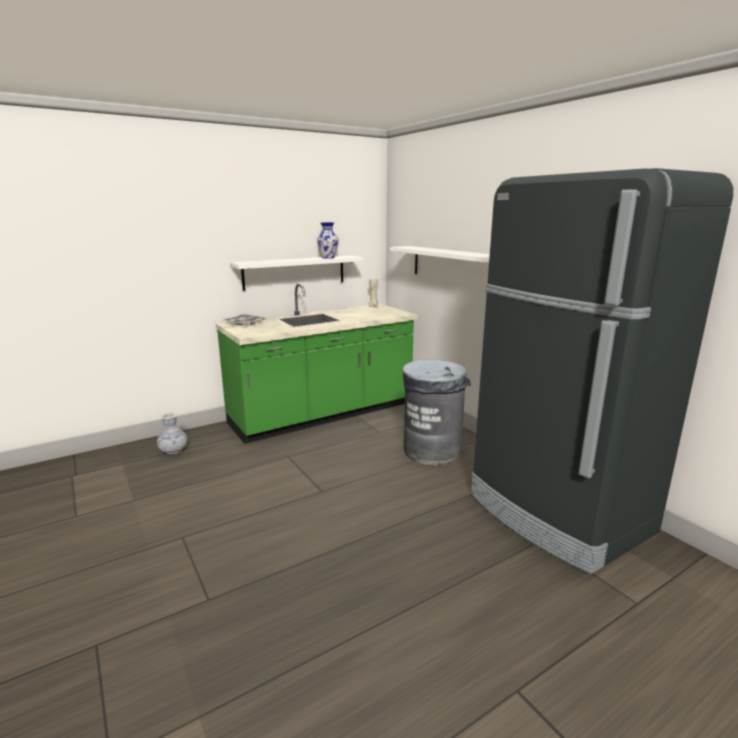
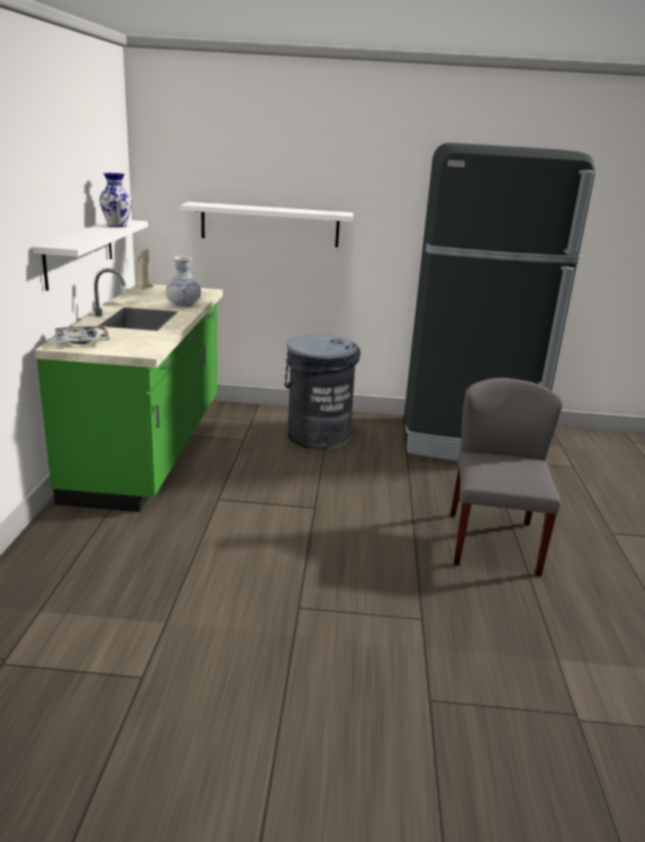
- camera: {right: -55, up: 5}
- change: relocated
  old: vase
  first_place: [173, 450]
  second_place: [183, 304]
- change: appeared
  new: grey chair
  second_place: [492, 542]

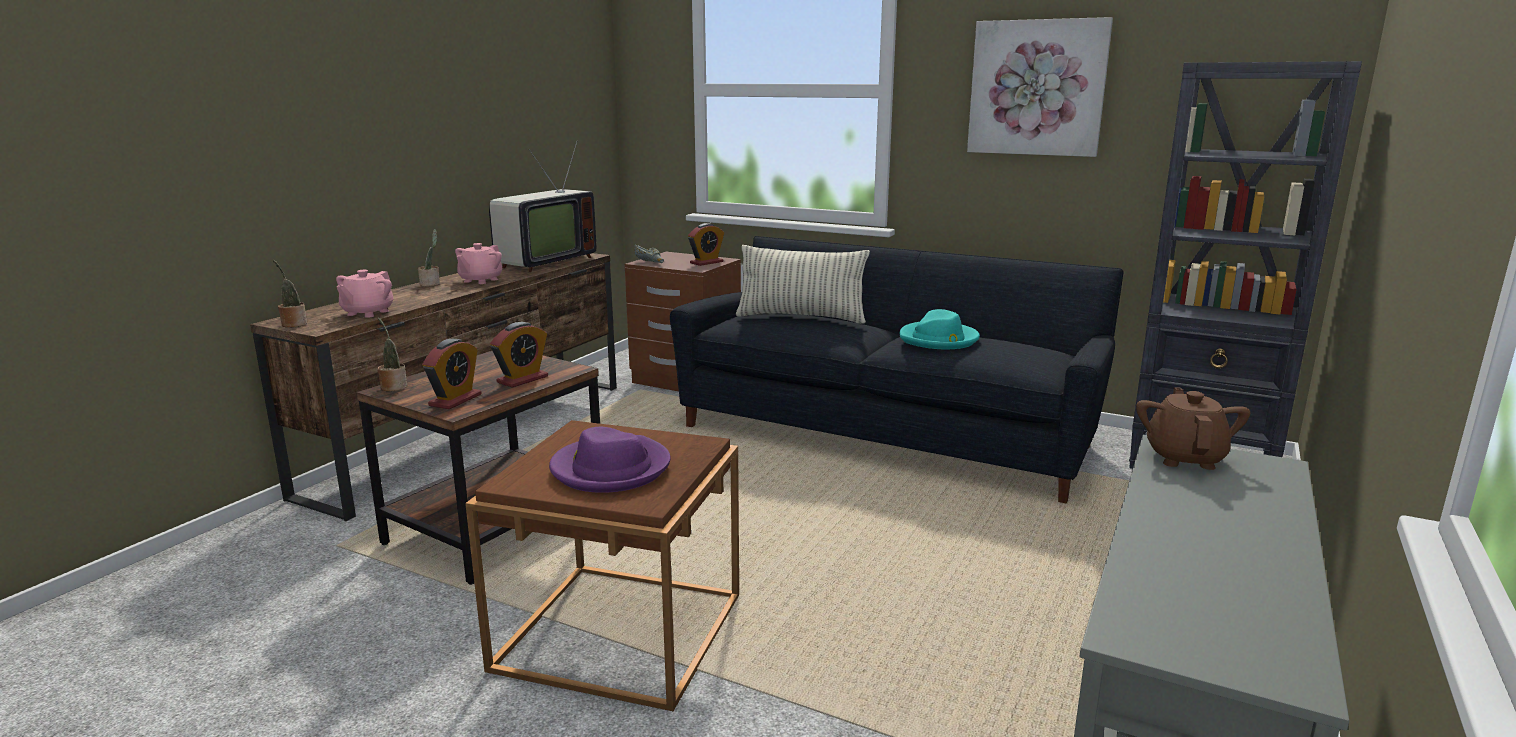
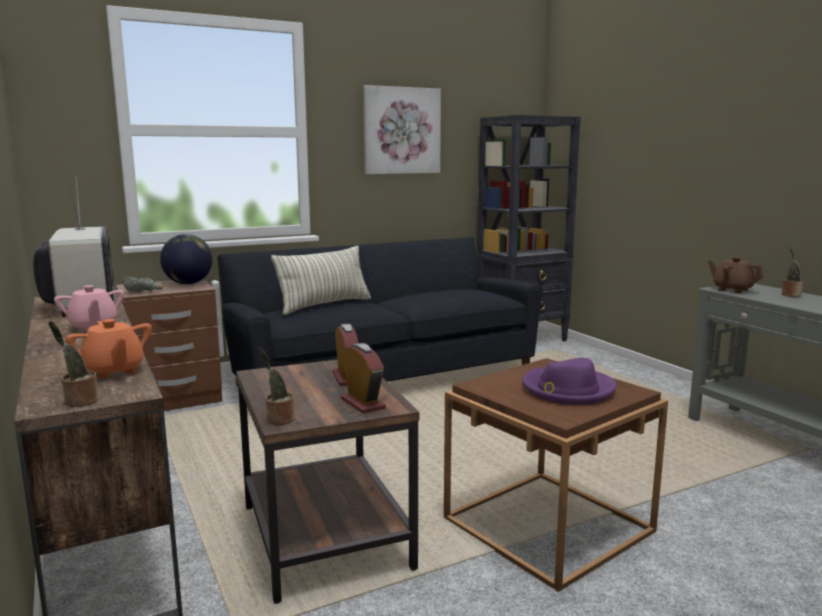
- camera: {right: -55, up: -5}
- change: exchanged
  old: alarm clock
  new: globe
  first_place: [706, 262]
  second_place: [188, 283]
- change: relocated
  old: potted plant
  first_place: [431, 284]
  second_place: [790, 294]
- change: colour
  old: pink teapot
  new: orange teapot
  first_place: [367, 313]
  second_place: [114, 371]
- change: missing
  old: turquoise hat
  first_place: [938, 339]

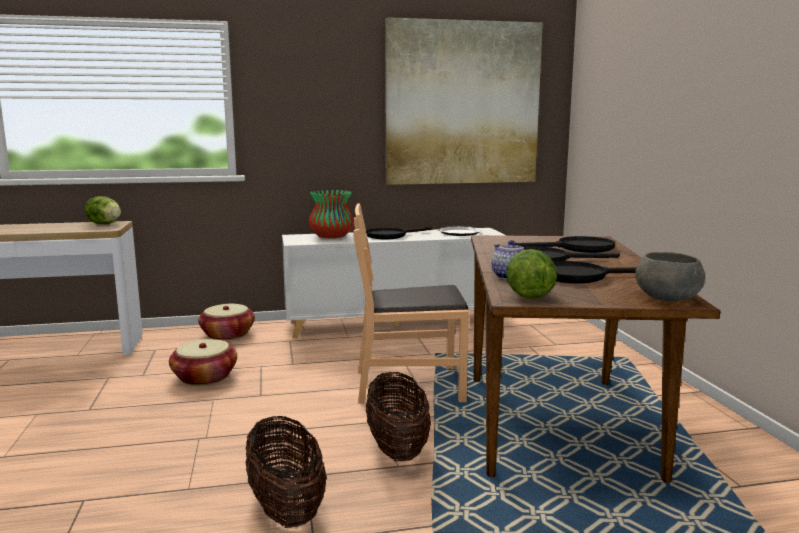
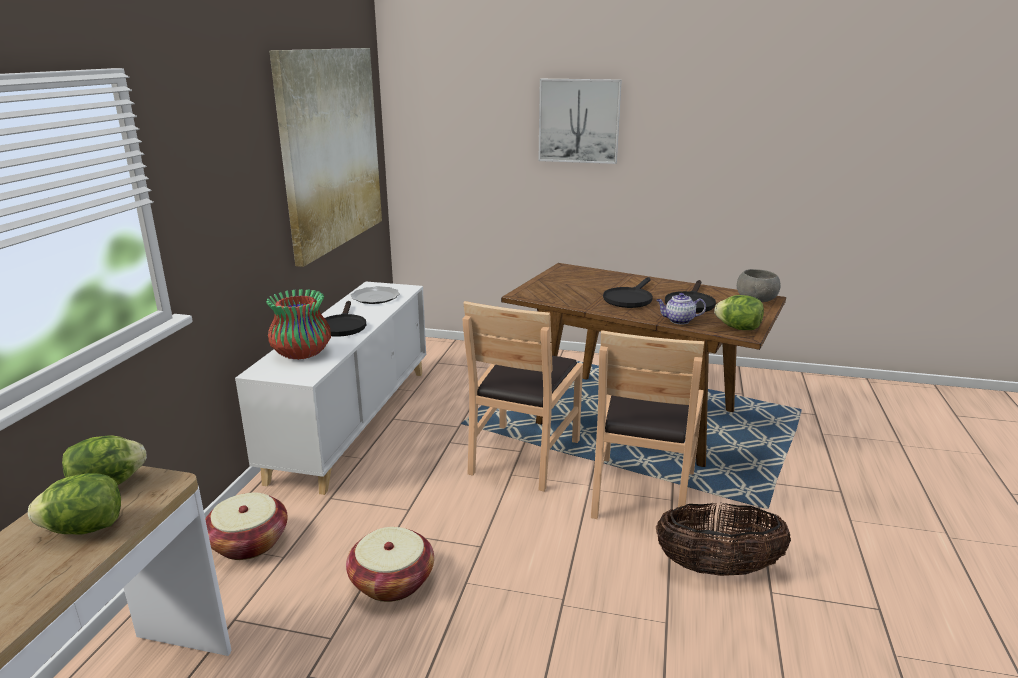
- camera: {right: -65, up: 10}
- change: missing
  old: black frying pan
  first_place: [578, 248]
- change: exchanged
  old: basket
  new: brown chair
  first_place: [397, 448]
  second_place: [642, 492]
- change: appeared
  new: picture
  second_place: [579, 121]
- change: appeared
  new: lettuce
  second_place: [85, 529]

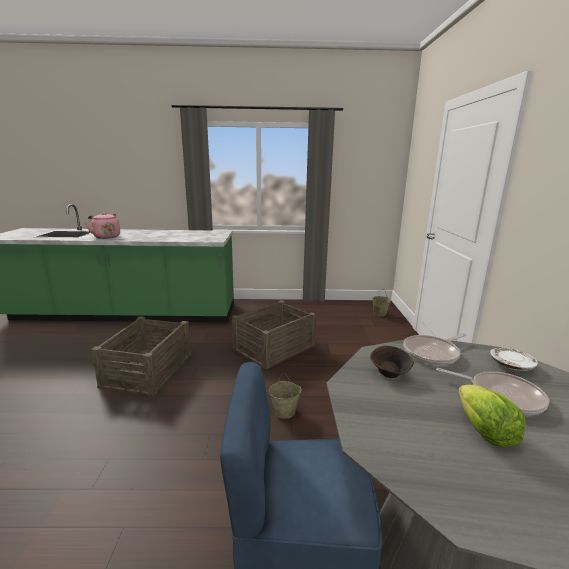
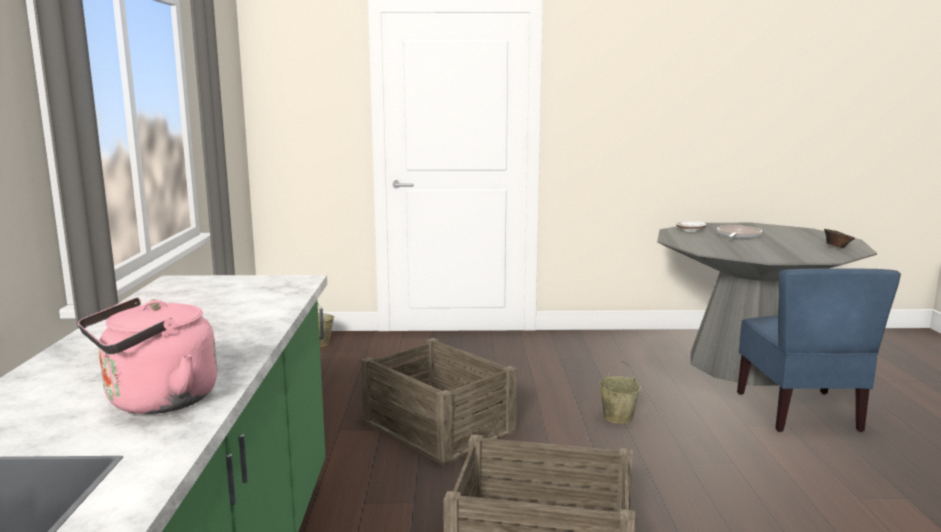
- camera: {right: -90, up: -5}
- change: missing
  old: frying pan
  first_place: [433, 353]
- change: relocated
  old: brown bowl
  first_place: [390, 374]
  second_place: [837, 247]
- change: missing
  old: lettuce
  first_place: [483, 431]

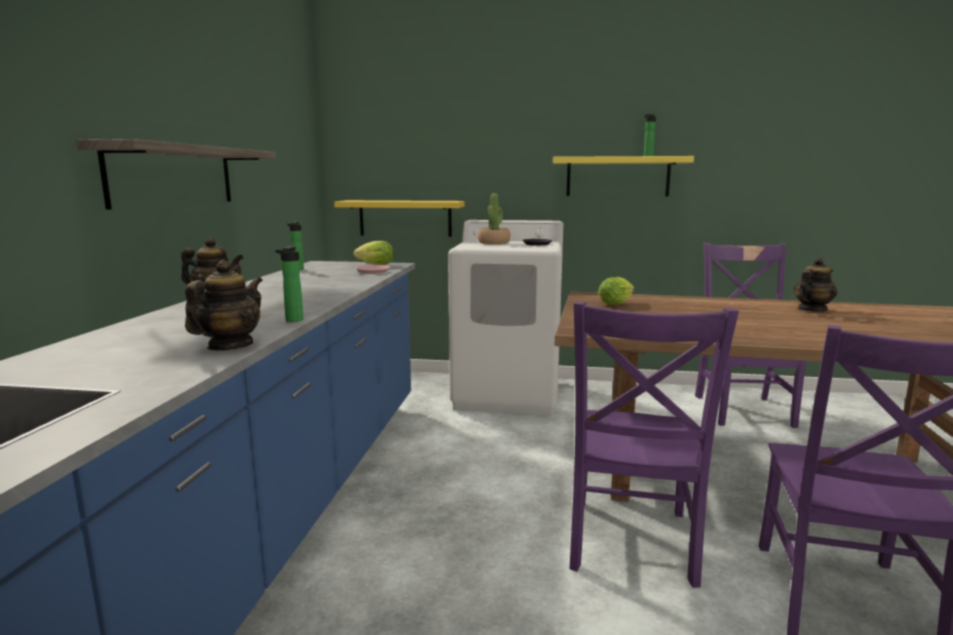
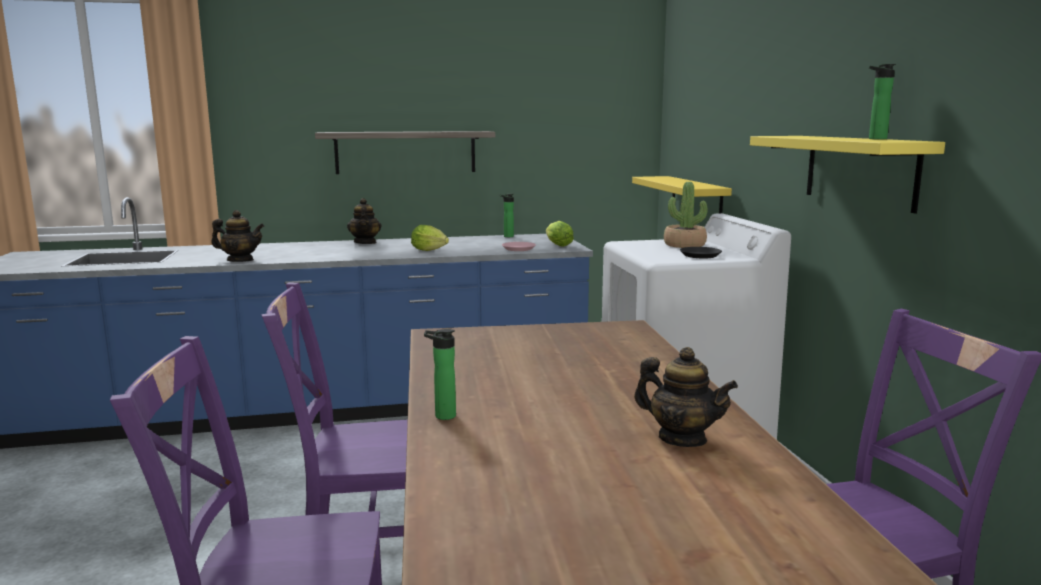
- camera: {right: 70, up: 0}
- change: relocated
  old: bottle
  first_place: [292, 320]
  second_place: [442, 416]
- change: relocated
  old: lettuce
  first_place: [617, 303]
  second_place: [431, 251]

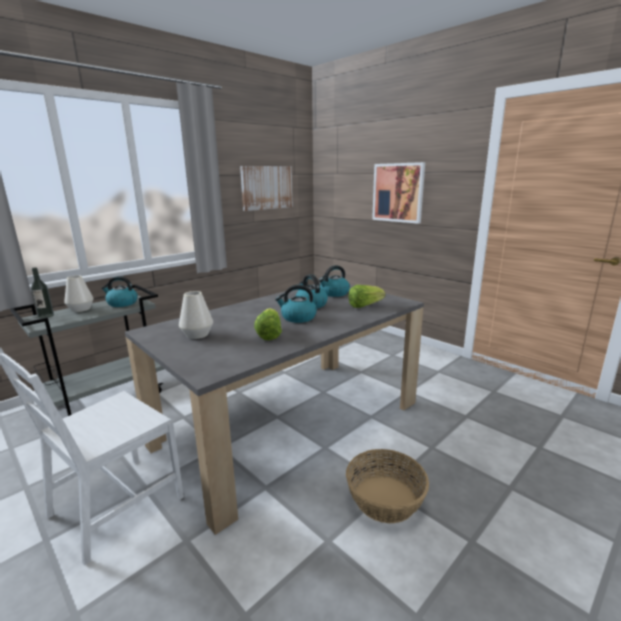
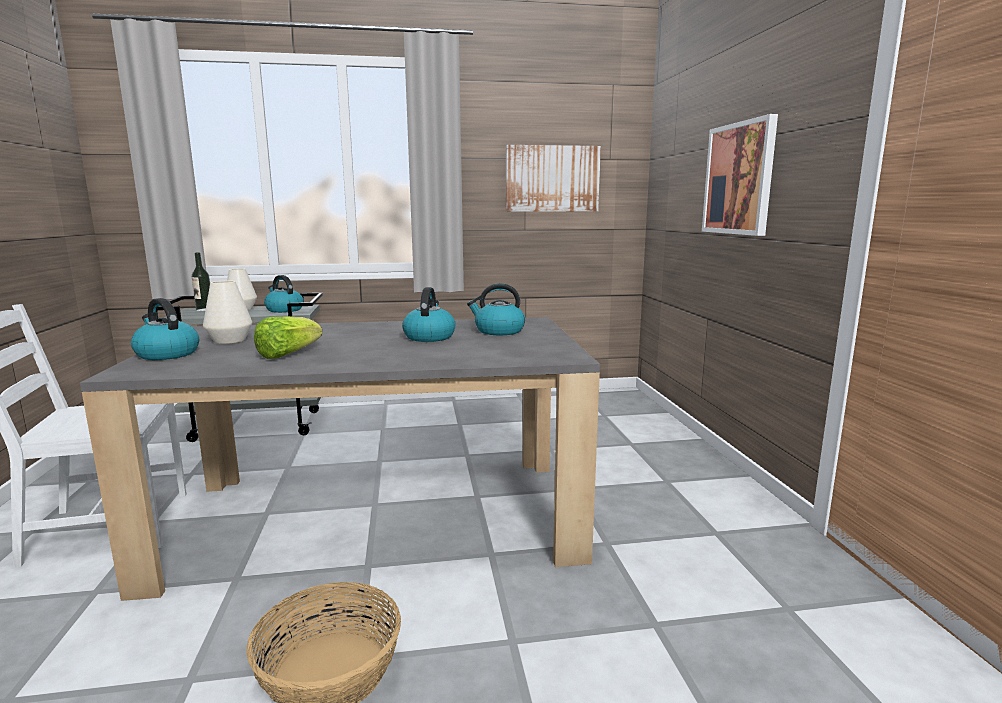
- camera: {right: 35, up: -5}
- change: relocated
  old: kettle
  first_place: [298, 318]
  second_place: [166, 354]
- change: missing
  old: lettuce
  first_place: [364, 306]

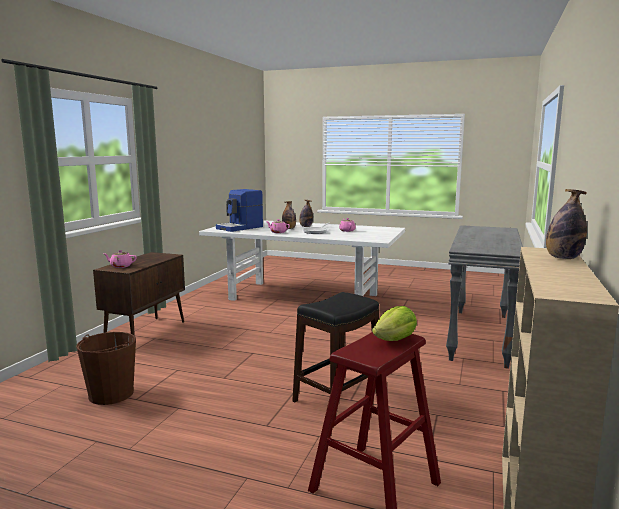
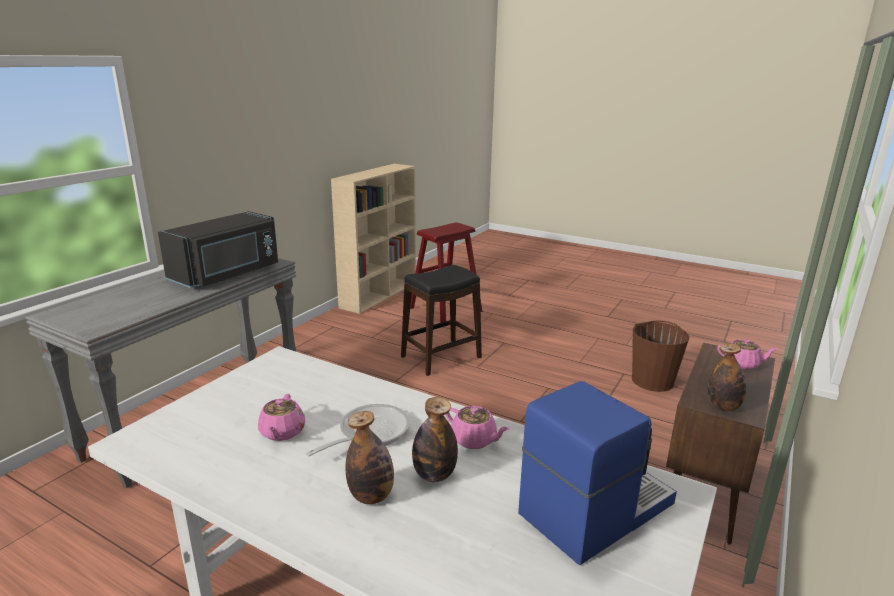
- camera: {right: -170, up: 10}
- change: relocated
  old: bottle
  first_place: [563, 258]
  second_place: [723, 407]
- change: missing
  old: lettuce
  first_place: [395, 340]
- change: appeared
  new: black microwave
  second_place: [228, 274]

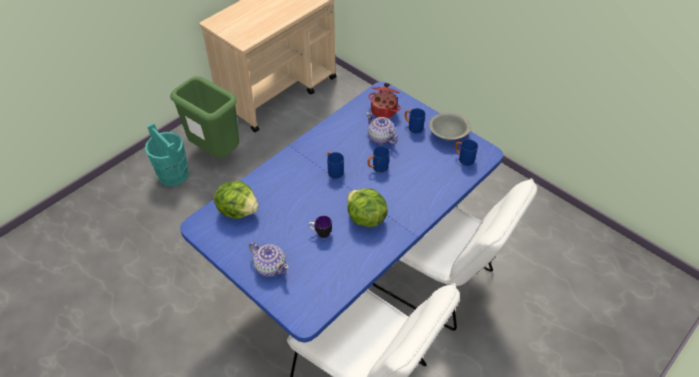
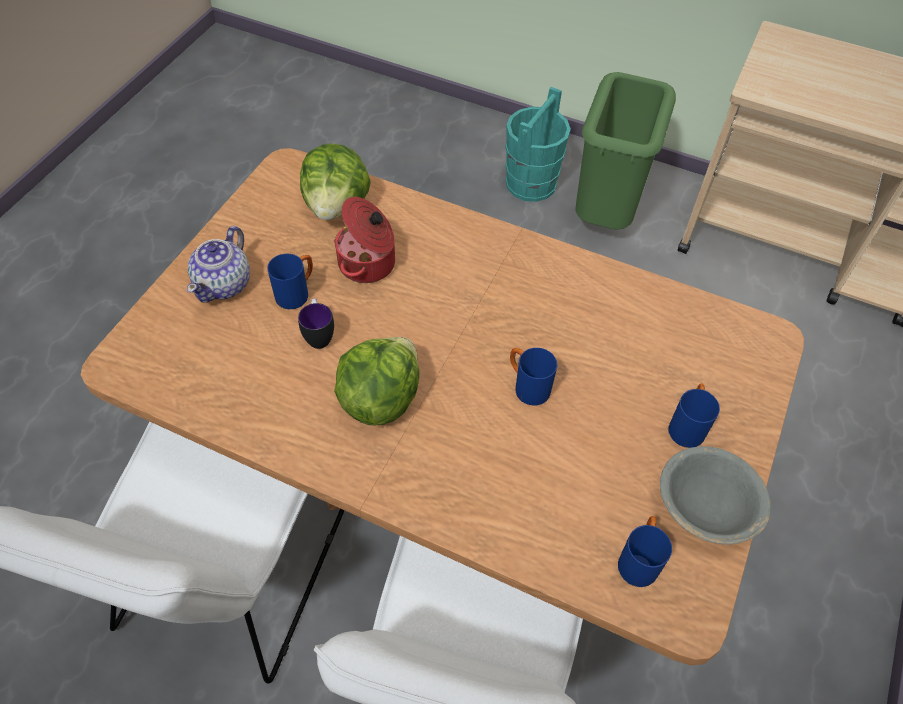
- camera: {right: 70, up: 5}
- change: colour
  old: blue dining table
  new: brown dining table
  first_place: [350, 268]
  second_place: [445, 489]
- change: relocated
  old: cooking pot
  first_place: [384, 110]
  second_place: [368, 264]
- change: missing
  old: teapot
  first_place: [381, 138]
- change: relocated
  old: blue mug
  first_place: [334, 171]
  second_place: [297, 293]

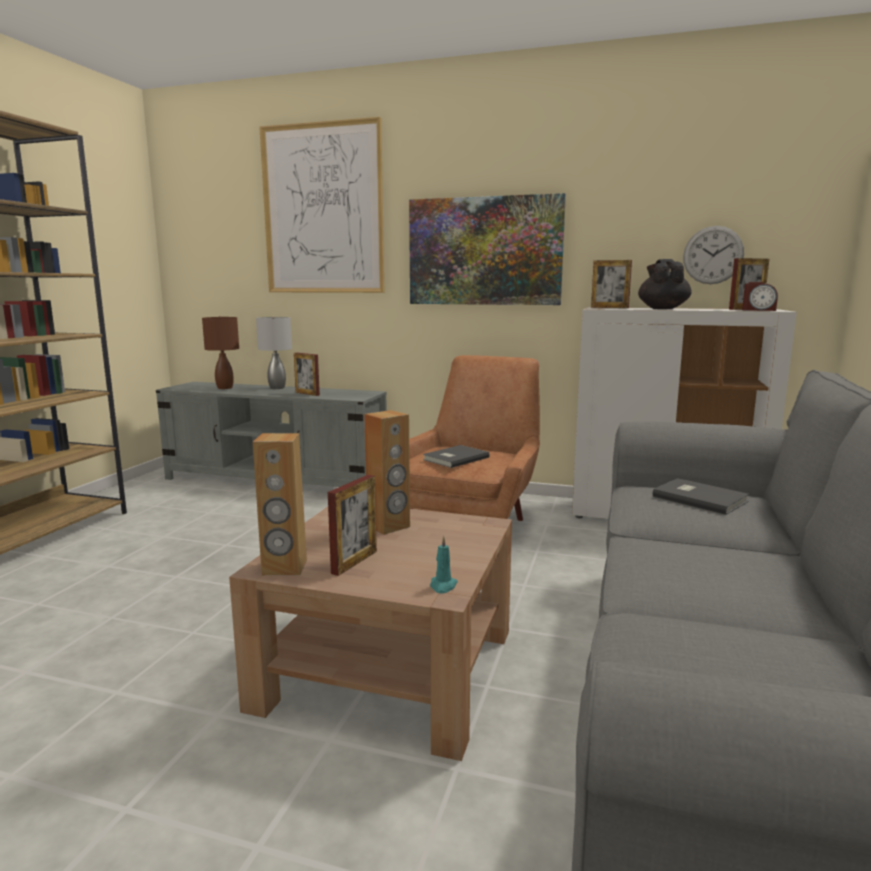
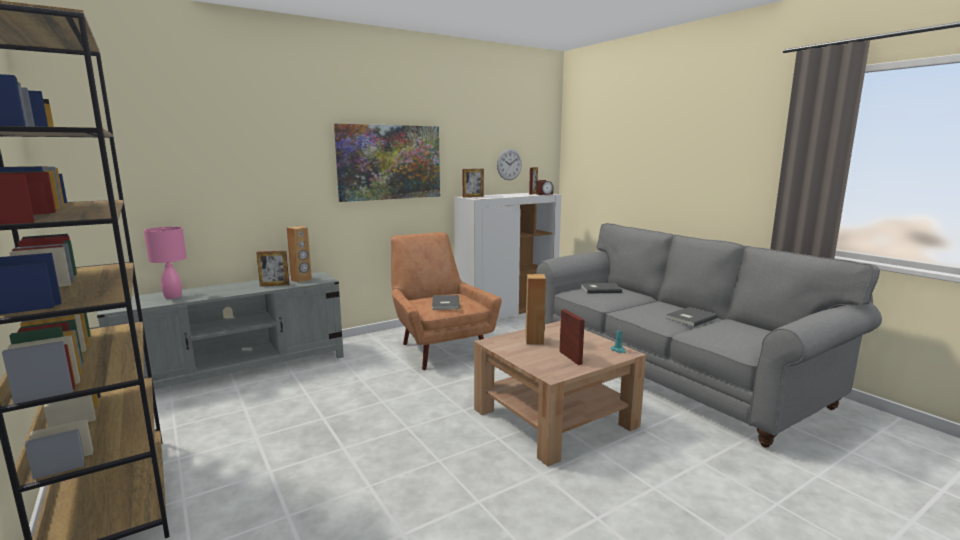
- camera: {right: -50, up: 0}
- change: missing
  old: picture
  first_place: [323, 210]
- change: missing
  old: black teapot
  first_place: [662, 308]
- change: colour
  old: brown table lamp
  new: pink table lamp
  first_place: [225, 388]
  second_place: [173, 297]
- change: missing
  old: grey table lamp
  first_place: [276, 388]
- change: relocated
  old: brown speaker
  first_place: [284, 568]
  second_place: [301, 280]
- change: appeared
  new: grey book
  second_place: [689, 318]

